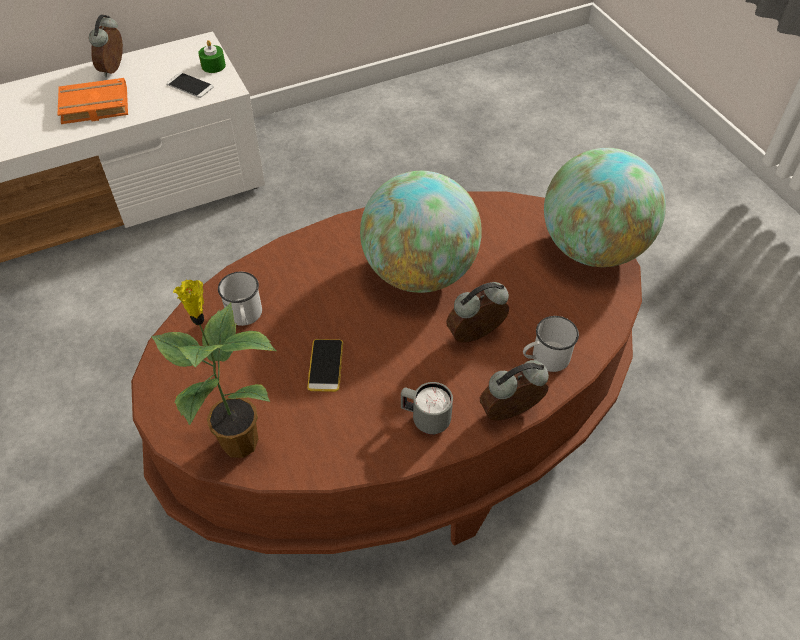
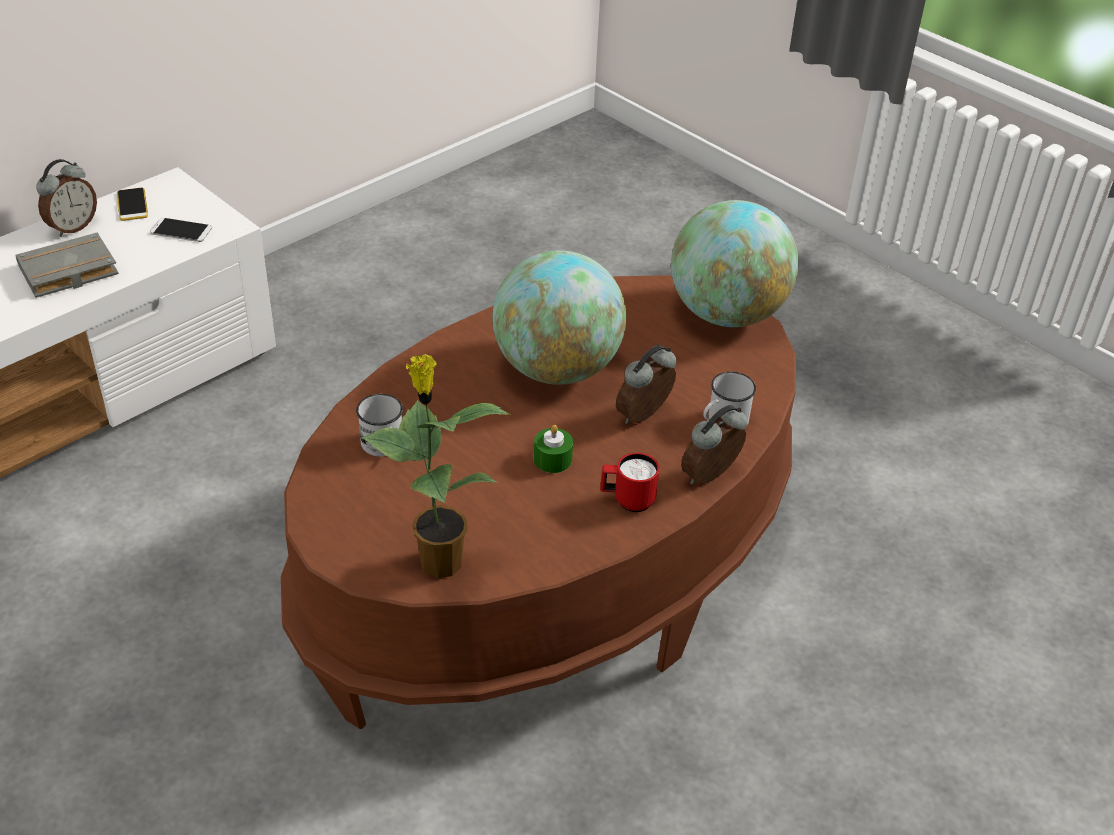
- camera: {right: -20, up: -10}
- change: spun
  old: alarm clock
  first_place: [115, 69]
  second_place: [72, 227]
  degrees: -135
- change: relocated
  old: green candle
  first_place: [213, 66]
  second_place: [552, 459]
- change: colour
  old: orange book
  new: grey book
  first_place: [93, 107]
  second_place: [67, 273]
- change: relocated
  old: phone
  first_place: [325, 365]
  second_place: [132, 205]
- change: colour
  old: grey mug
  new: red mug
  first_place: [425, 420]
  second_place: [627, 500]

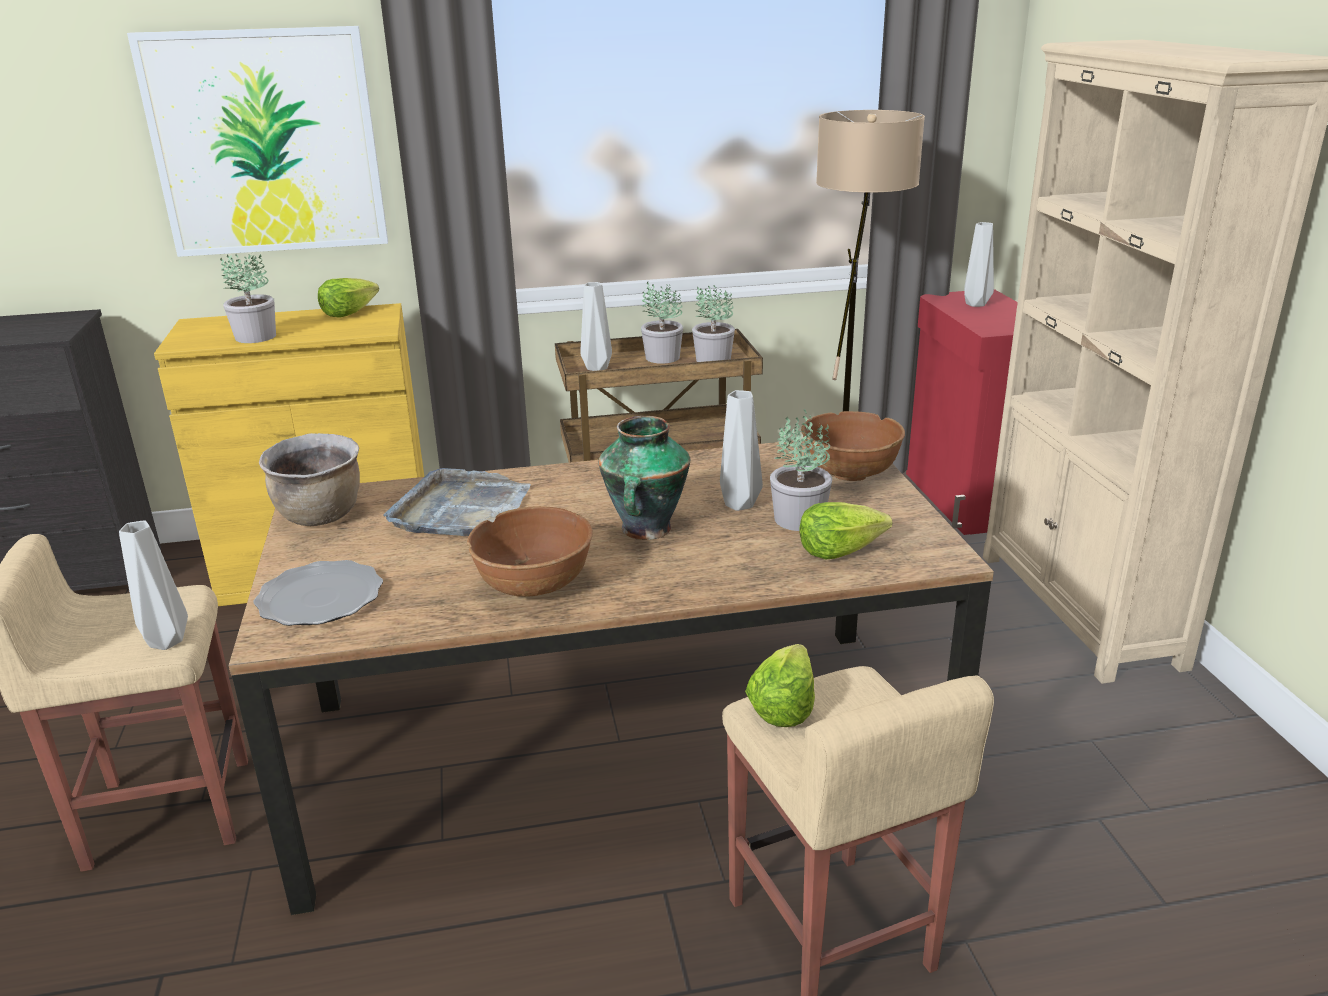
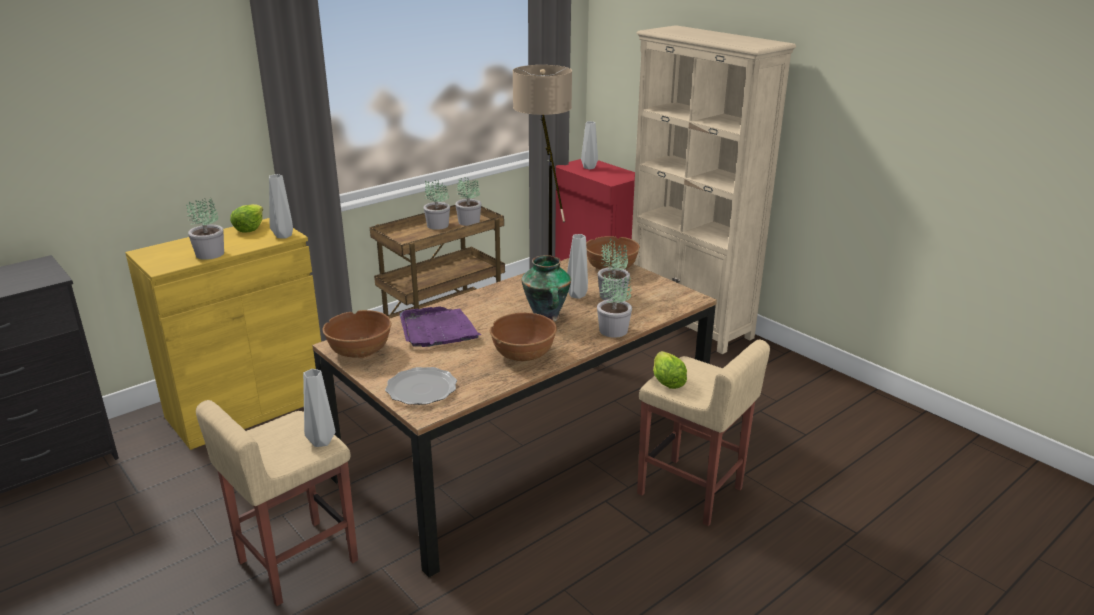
- camera: {right: -30, up: 0}
- change: missing
  old: picture
  first_place: [266, 143]
- change: relocated
  old: grey vase
  first_place: [597, 367]
  second_place: [283, 235]
- change: exchanged
  old: brown cooking pot
  new: brown bowl
  first_place: [321, 516]
  second_place: [359, 351]
- change: colour
  old: grey tray
  new: purple tray
  first_place: [462, 510]
  second_place: [438, 330]
- change: missing
  old: lettuce
  first_place: [839, 550]
- change: appeared
  new: potted plant
  second_place: [613, 331]

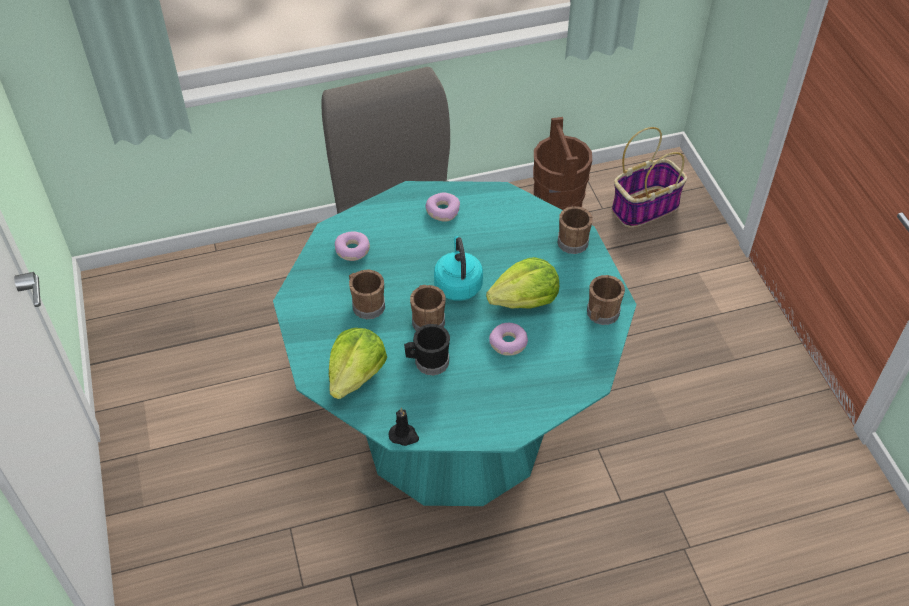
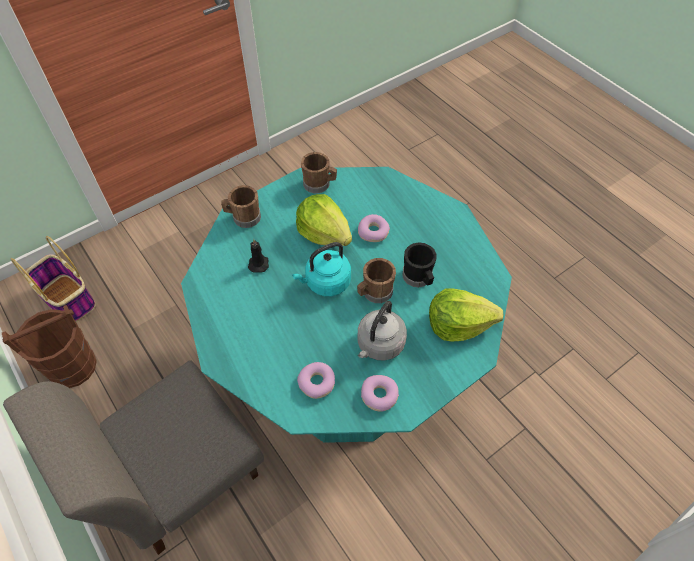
- camera: {right: -110, up: 5}
- change: relocated
  old: donut
  first_place: [442, 211]
  second_place: [379, 396]
- change: exchanged
  old: brown mug
  new: grey kettle
  first_place: [366, 304]
  second_place: [379, 345]
- change: relocated
  old: black candle
  first_place: [404, 435]
  second_place: [258, 263]

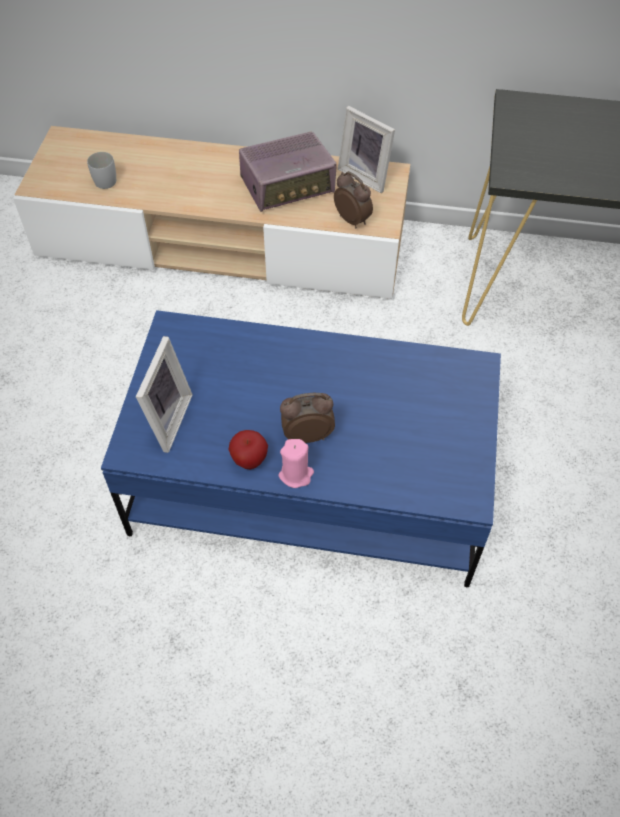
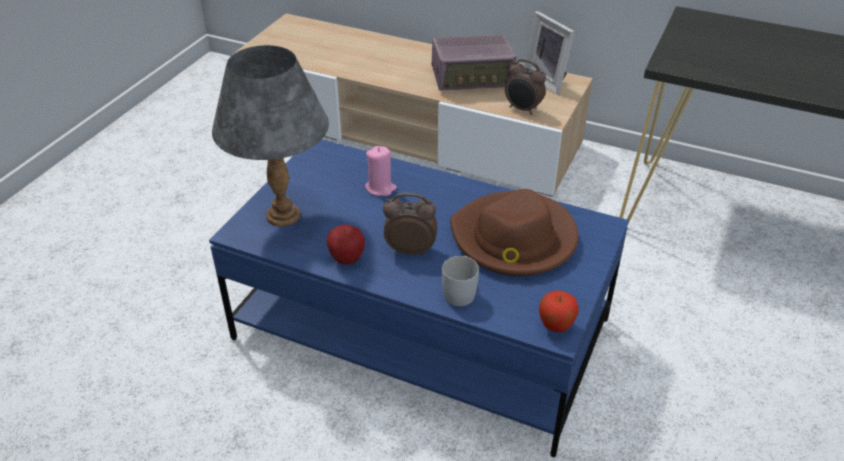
- camera: {right: 15, up: -15}
- change: relocated
  old: white mug
  first_place: [106, 178]
  second_place: [460, 291]
- change: spun
  old: alarm clock
  first_place: [352, 219]
  second_place: [523, 109]
  degrees: 150
- change: exchanged
  old: picture frame
  new: grey table lamp
  first_place: [165, 420]
  second_place: [283, 215]
- change: relocated
  old: pink candle
  first_place: [296, 474]
  second_place: [380, 188]
- change: appeared
  new: brown hat
  second_place: [514, 239]
- change: appeared
  new: apple
  second_place: [555, 327]

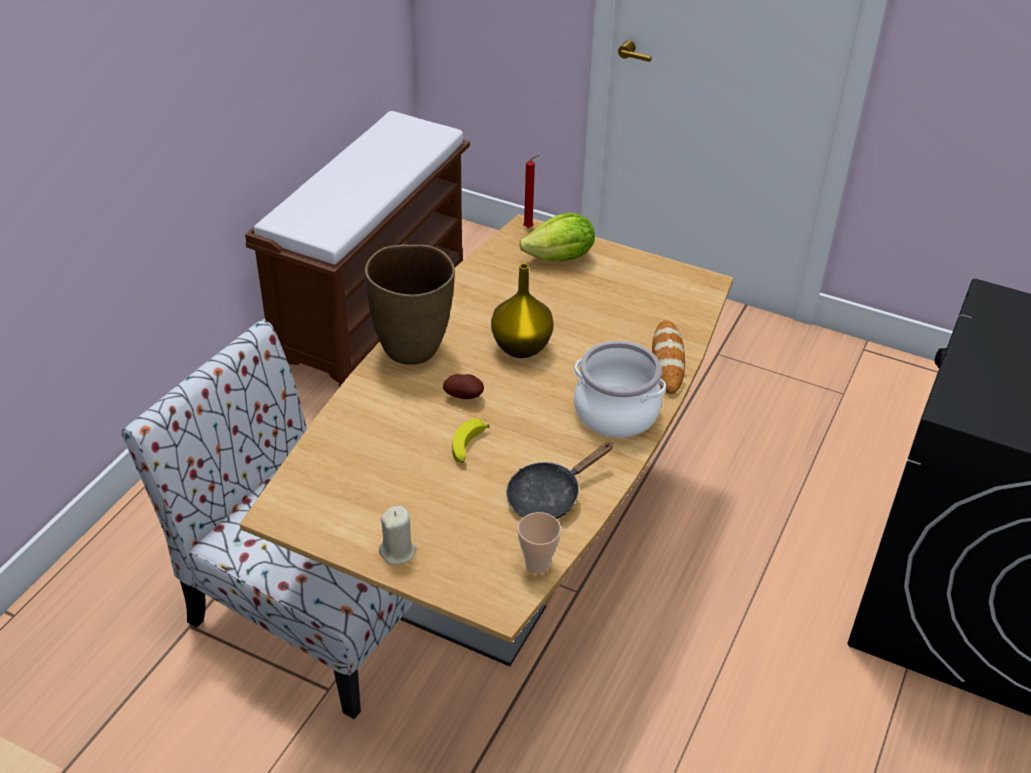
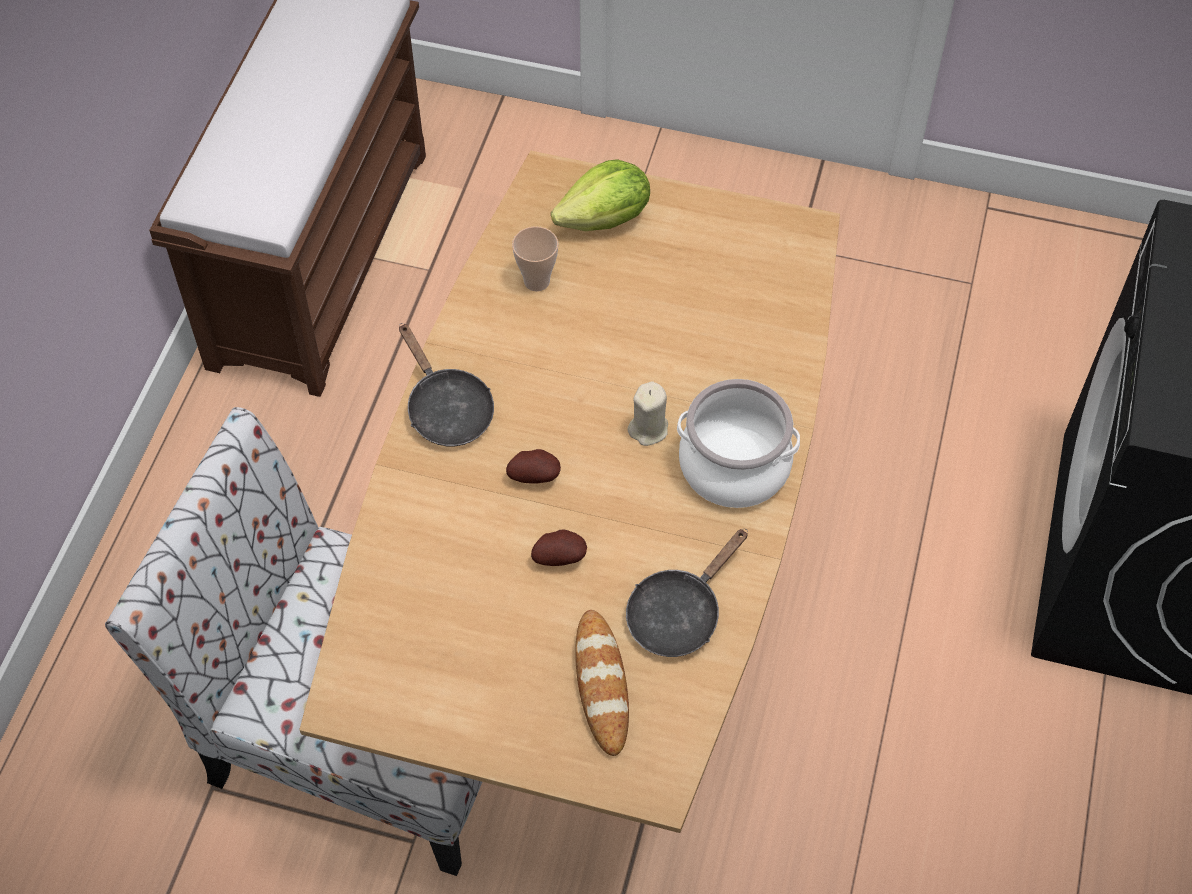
- camera: {right: -10, up: 15}
- change: missing
  old: red candle
  first_place: [530, 228]
- change: exchanged
  old: brown vase
  new: black frying pan
  first_place: [412, 348]
  second_place: [446, 409]
- change: missing
  old: yellow vase
  first_place: [521, 348]
- change: relocated
  old: bread
  first_place: [667, 360]
  second_place: [601, 684]
- change: exchanged
  old: banana
  new: potato
  first_place: [468, 447]
  second_place: [559, 556]
- change: relocated
  old: beige candle
  first_place: [398, 552]
  second_place: [648, 429]
- change: relocated
  old: cup
  first_place: [537, 564]
  second_place: [536, 281]

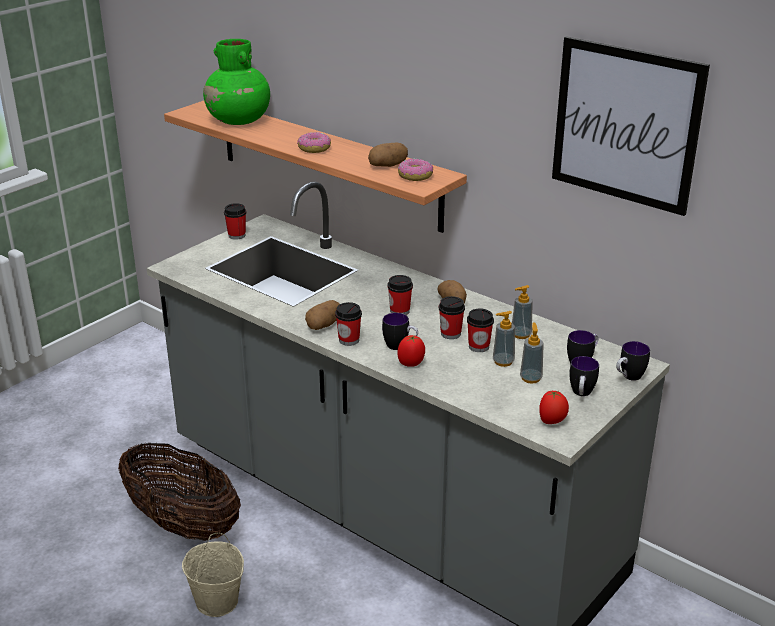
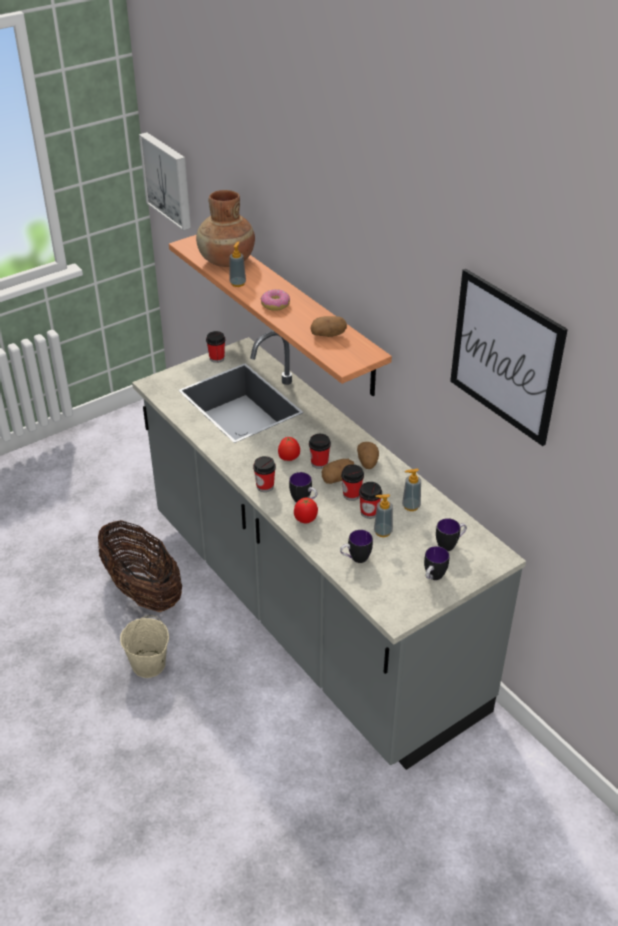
- camera: {right: 15, up: 10}
- change: colour
  old: green vase
  new: brown vase
  first_place: [238, 121]
  second_place: [226, 261]
- change: missing
  old: donut
  first_place: [415, 176]
- change: relocated
  old: potato
  first_place: [324, 325]
  second_place: [337, 478]
- change: relocated
  old: soap dispenser
  first_place: [530, 378]
  second_place: [238, 283]
- change: relocated
  old: mug
  first_place: [628, 377]
  second_place: [355, 559]
- change: relocated
  old: tomato
  first_place: [552, 421]
  second_place: [289, 459]
- change: appeared
  new: picture
  second_place: [168, 180]

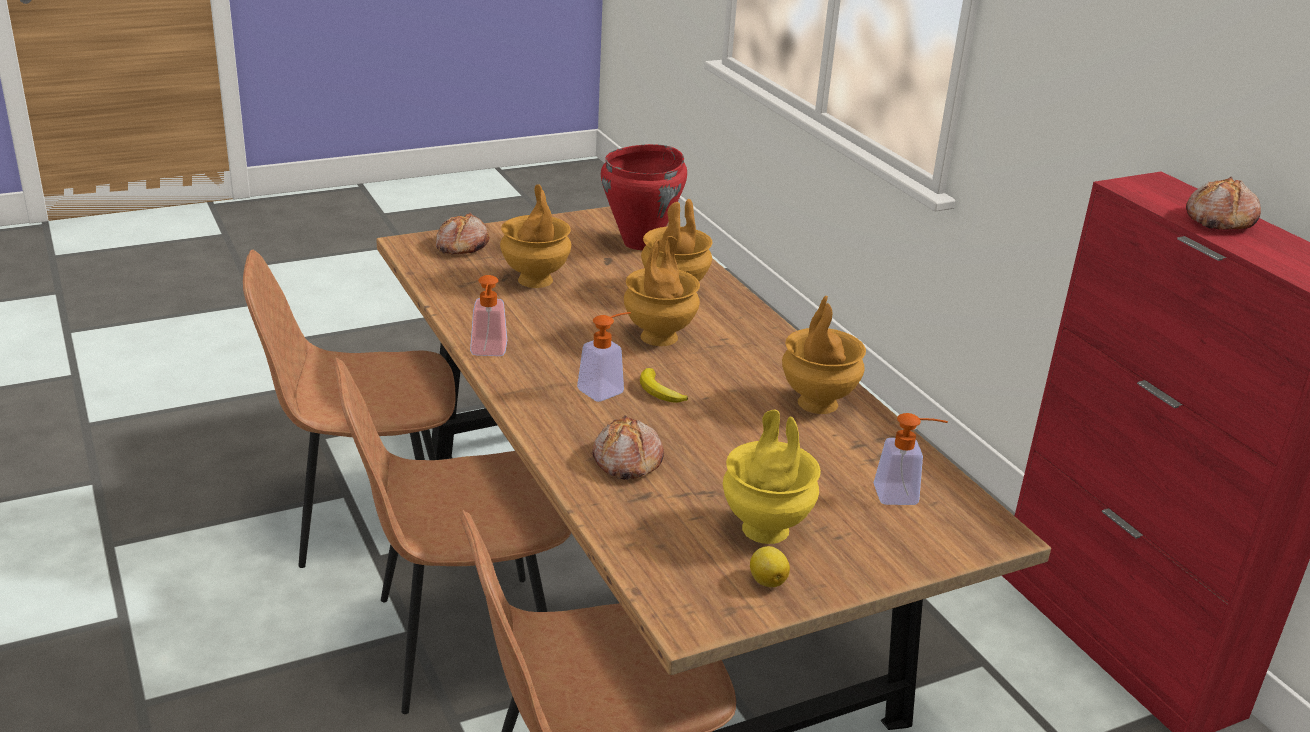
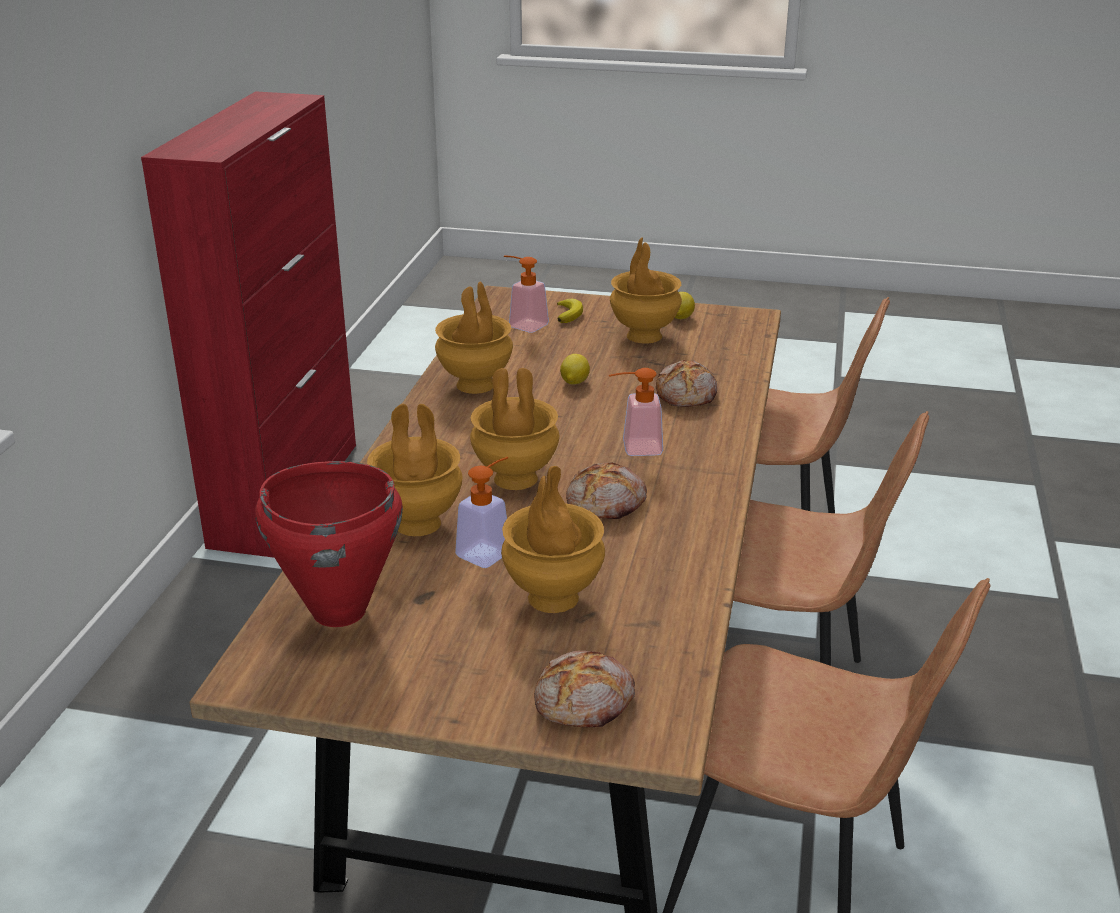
- camera: {right: -140, up: 0}
- change: relocated
  old: bread
  first_place: [1218, 219]
  second_place: [607, 503]
- change: relocated
  old: soap dispenser
  first_place: [488, 352]
  second_place: [489, 550]
- change: relocated
  old: banana
  first_place: [659, 391]
  second_place: [569, 314]
- change: colour
  old: yellow vase
  new: brown vase
  first_place: [767, 529]
  second_place: [643, 335]
- change: appeared
  new: lemon
  second_place: [574, 382]

